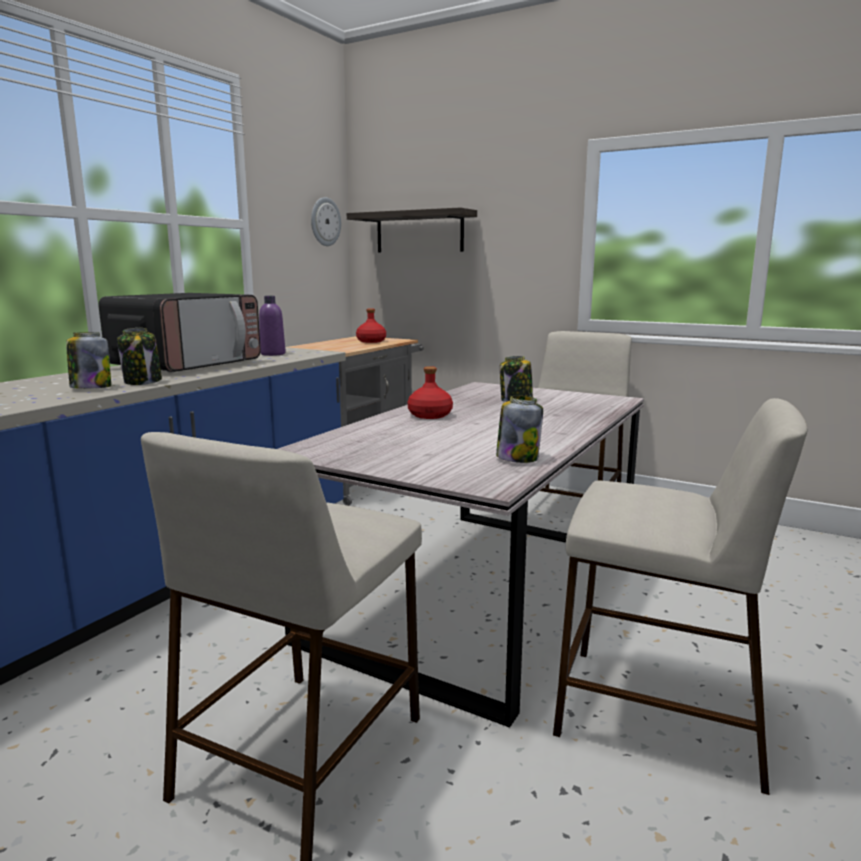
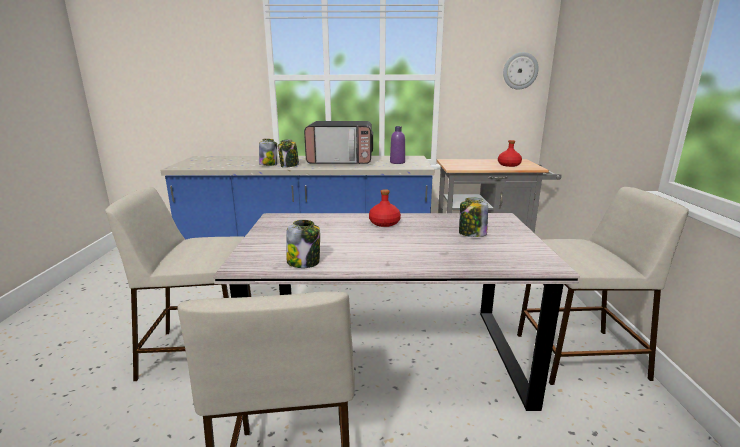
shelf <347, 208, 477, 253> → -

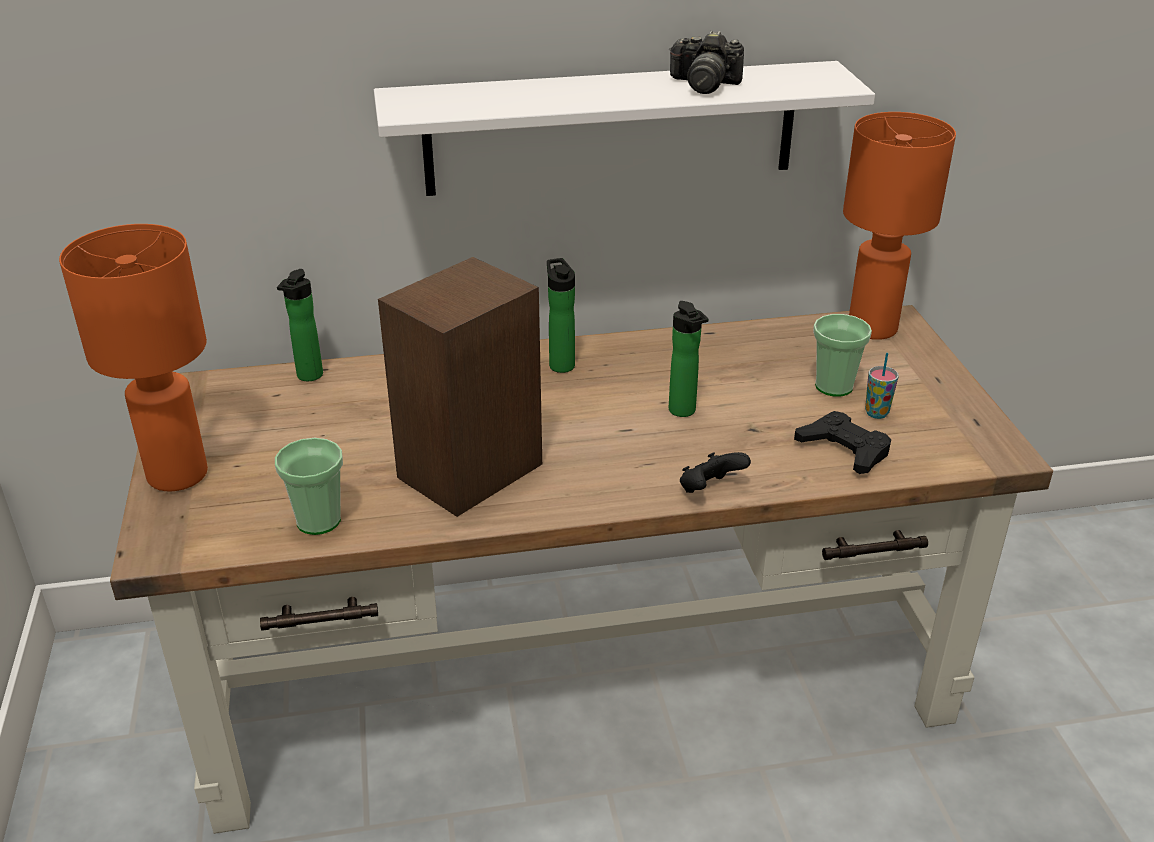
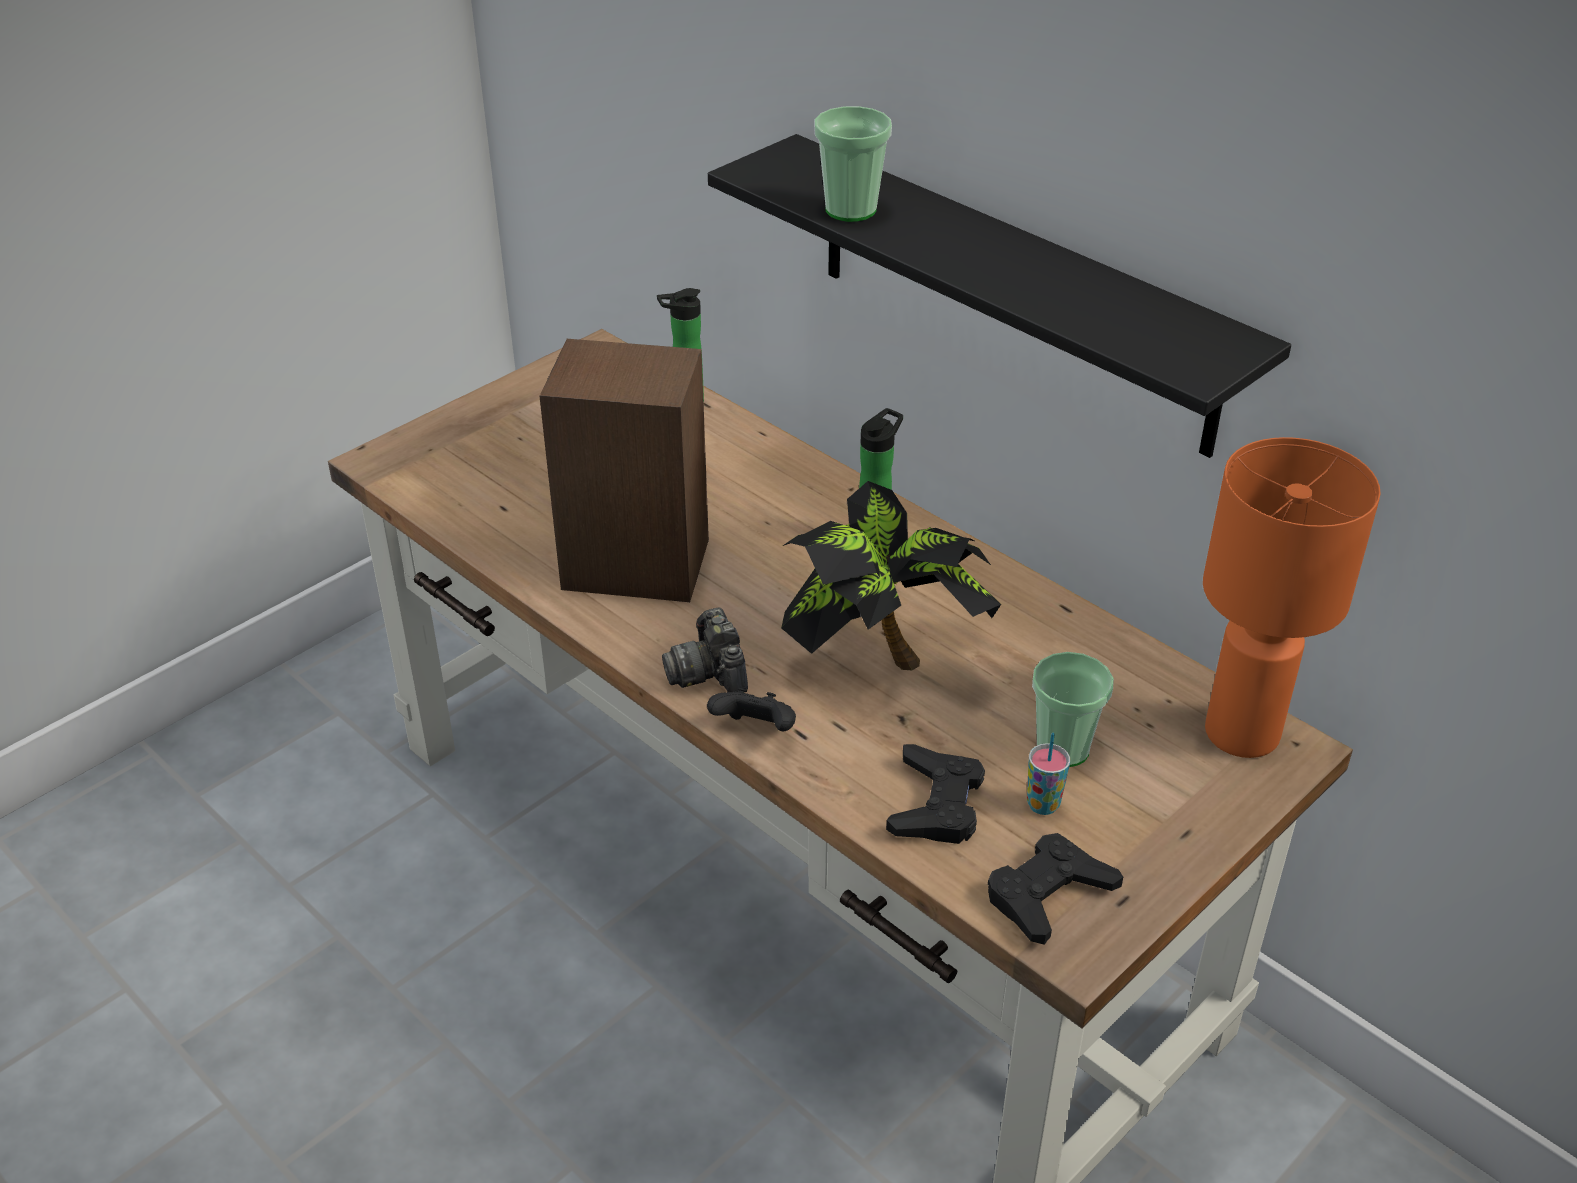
photo camera <669, 31, 744, 94> → photo camera <662, 607, 748, 692>, shifted
white shelf <374, 61, 875, 196> → black shelf <708, 134, 1291, 458>
bottle <669, 301, 708, 417> → potted plant <781, 481, 1001, 670>
cup <275, 438, 343, 535> → cup <814, 106, 892, 222>, shifted
- → black game controller <988, 833, 1123, 945>
orange table lamp <59, 224, 208, 491> → -

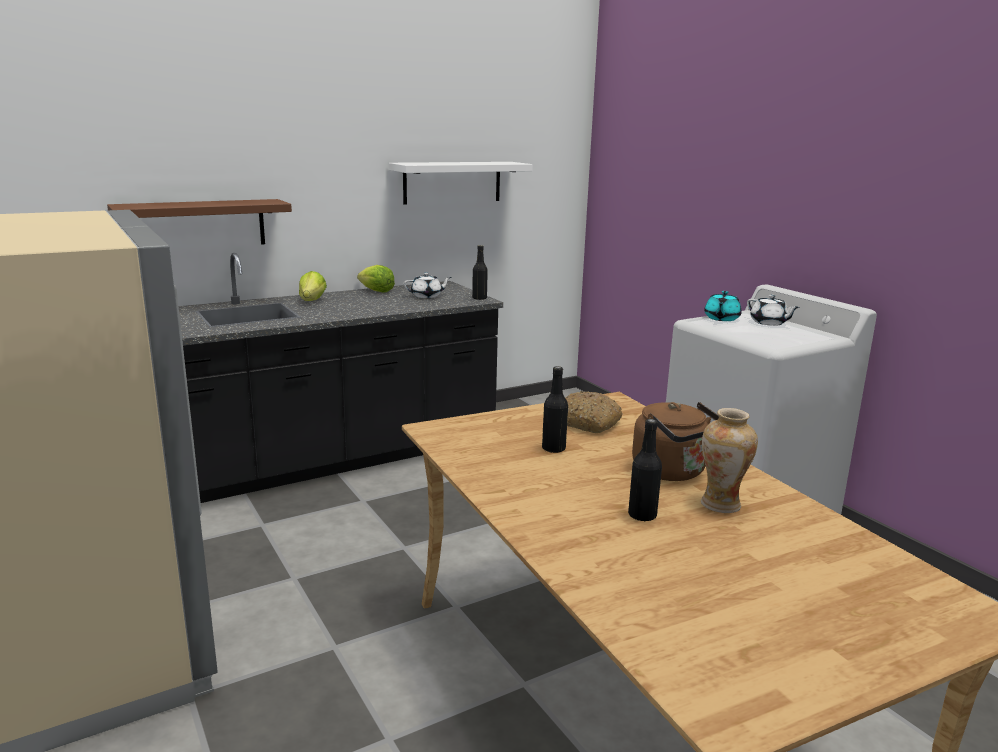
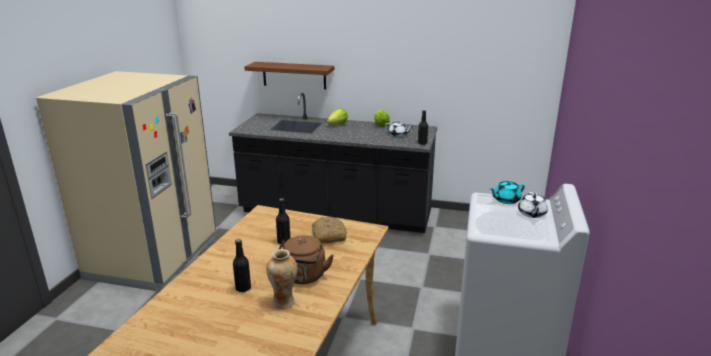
white shelf <389, 162, 533, 204> → -

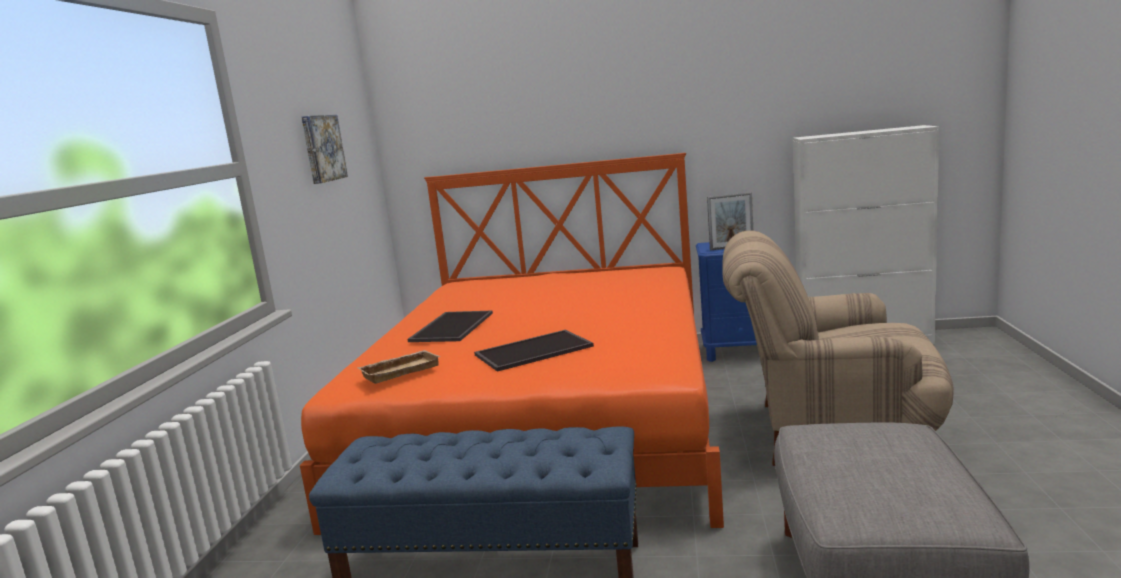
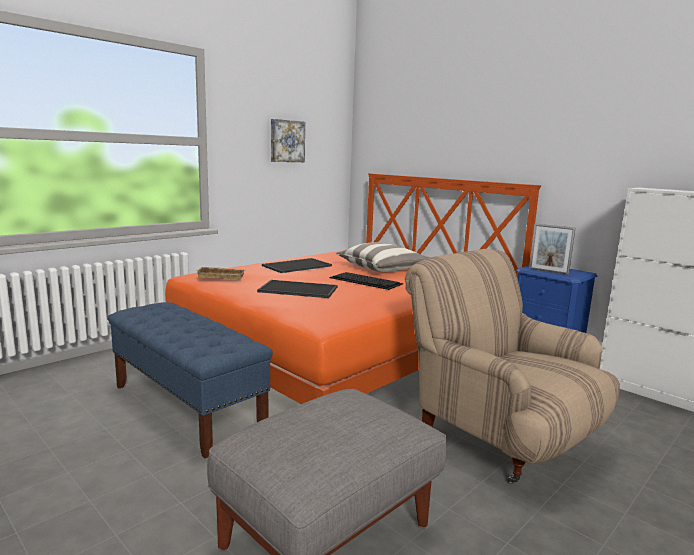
- → keyboard <329, 272, 403, 290>
- → pillow <336, 242, 428, 272>

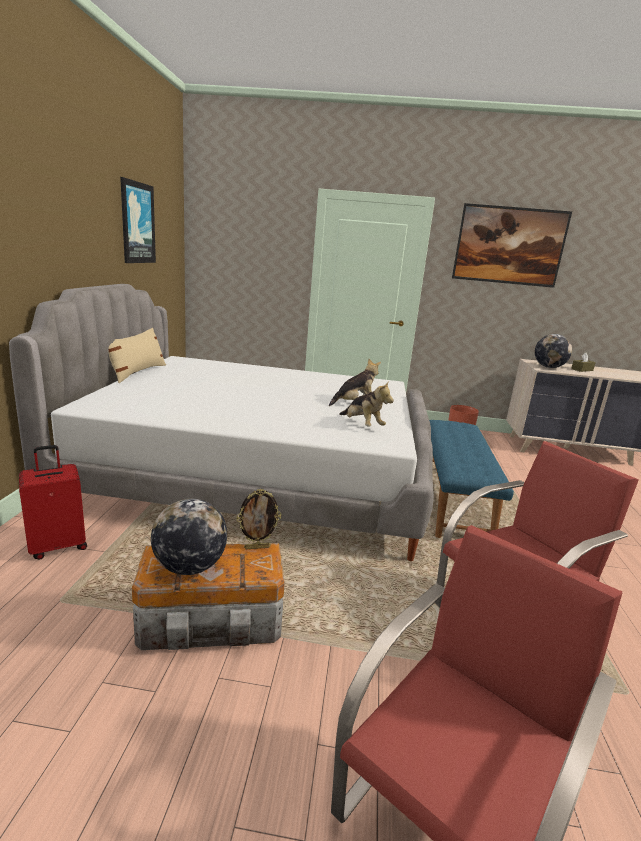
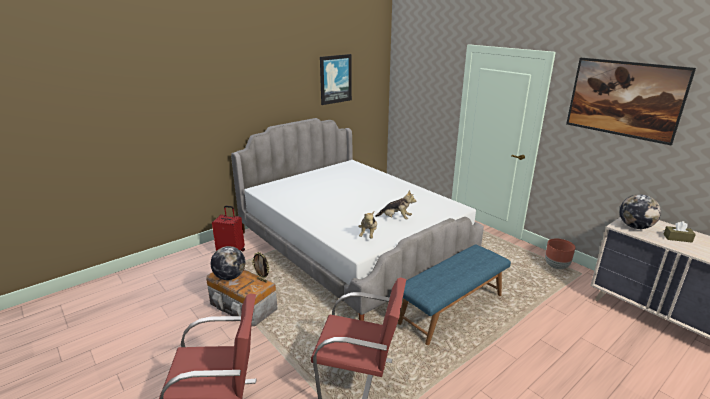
beige pillow <108, 328, 166, 383> → -

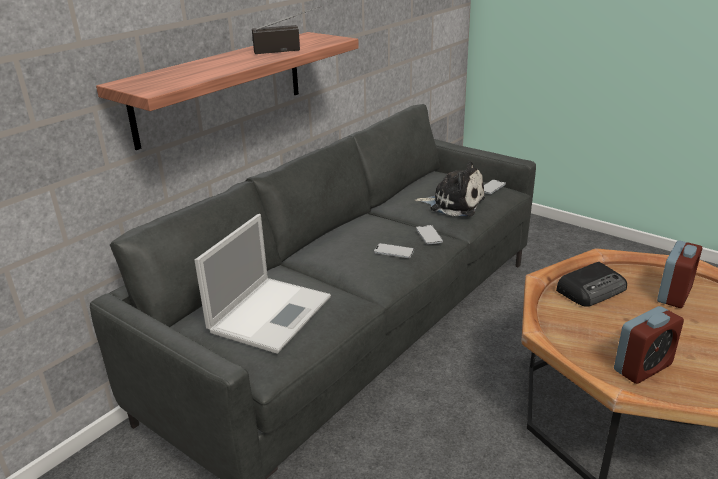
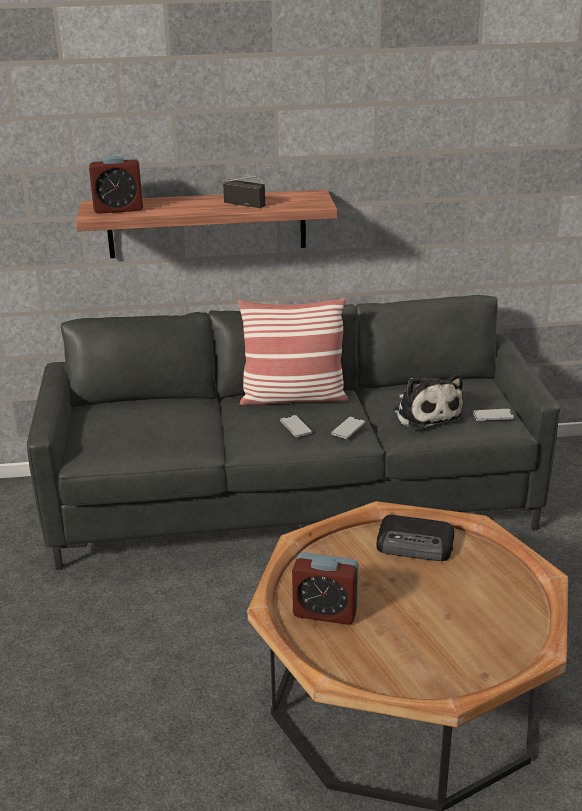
alarm clock <657, 240, 702, 308> → alarm clock <89, 156, 143, 214>, shifted
- → pillow <238, 298, 348, 405>
laptop <194, 214, 331, 354> → -

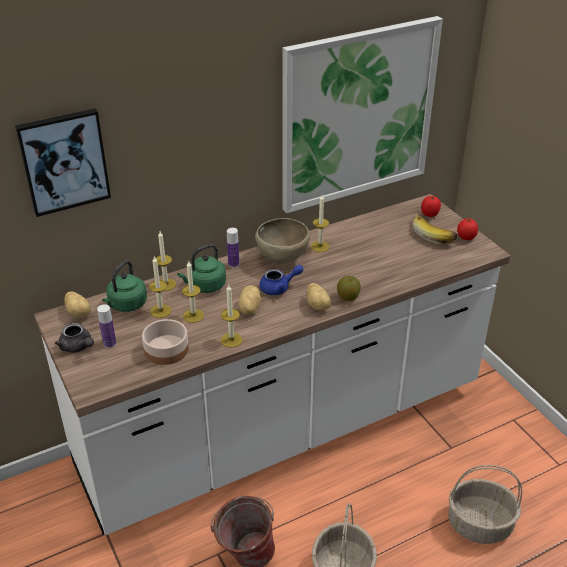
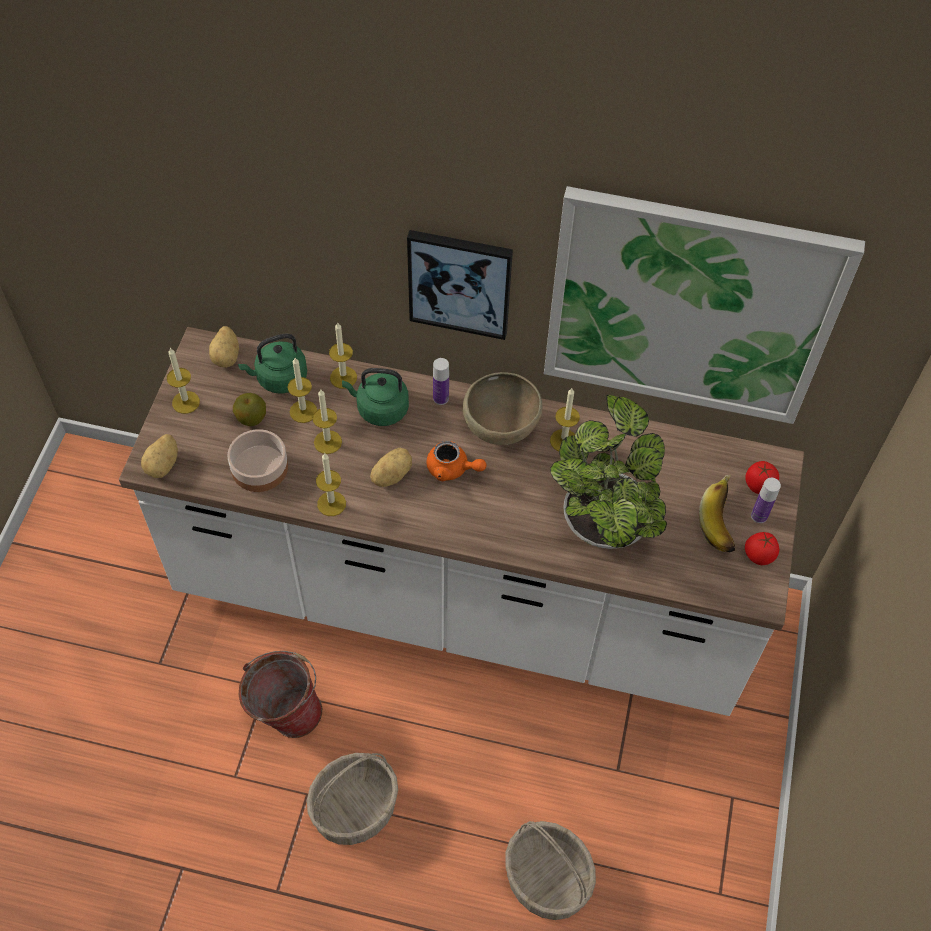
potato <306, 283, 331, 310> → potato <141, 434, 178, 478>, shifted
grey teapot <55, 323, 94, 353> → candle <167, 348, 200, 414>
apple <337, 276, 361, 301> → apple <233, 393, 266, 426>, shifted
picture <15, 109, 111, 217> → picture <407, 230, 513, 340>, shifted
blue teapot <259, 265, 304, 295> → orange teapot <427, 441, 486, 481>
- → potted plant <550, 395, 667, 549>
bottle <97, 304, 116, 348> → bottle <751, 478, 781, 523>, shifted

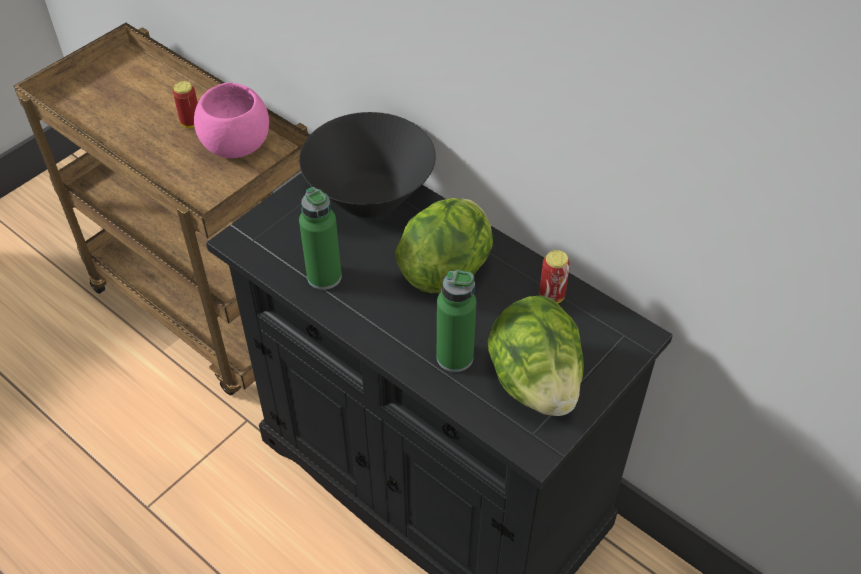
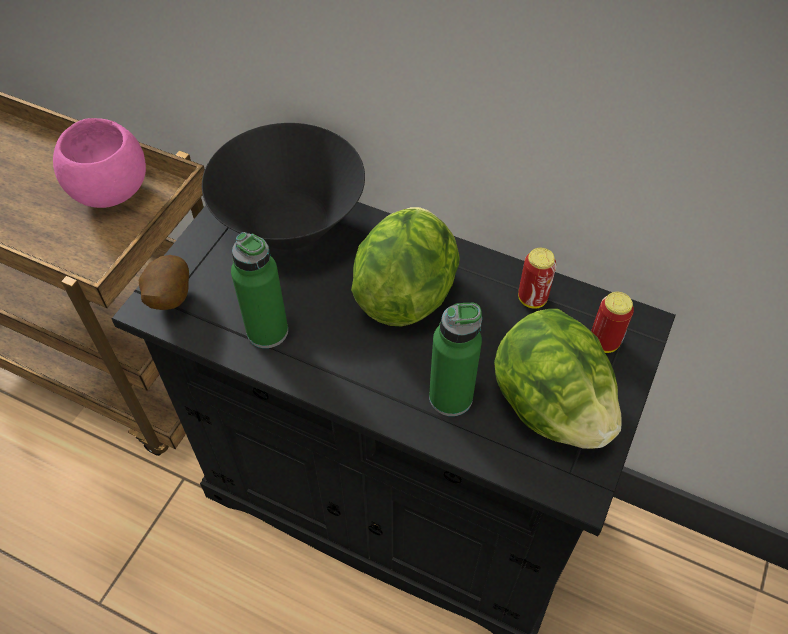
- → potato <139, 255, 189, 310>
can <173, 81, 198, 128> → can <591, 292, 634, 353>, shifted

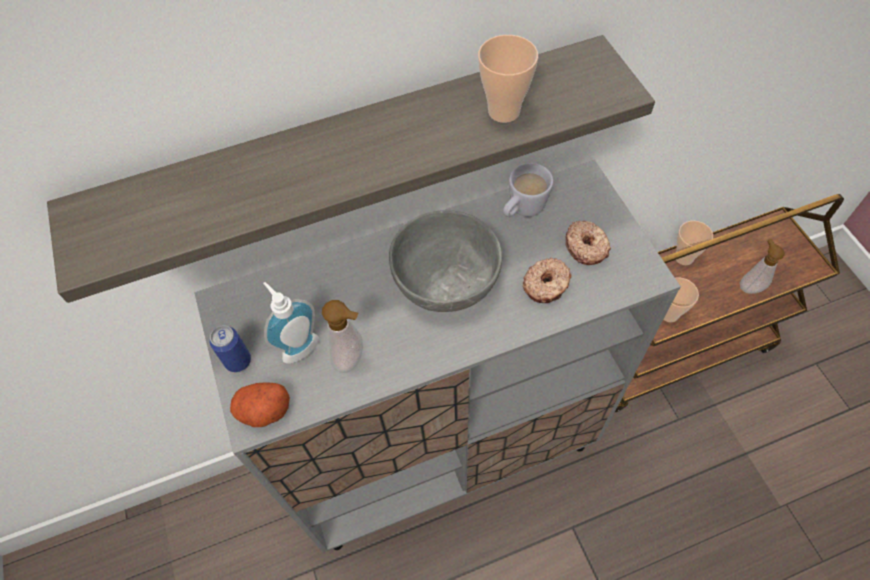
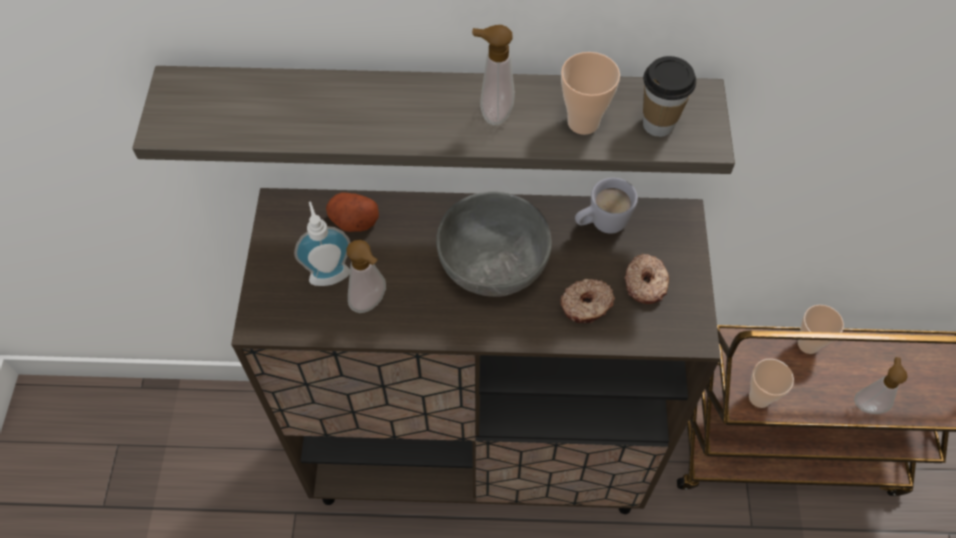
grey cabinet <194, 160, 681, 553> → brown cabinet <231, 188, 721, 514>
potato <230, 383, 290, 427> → potato <326, 192, 379, 232>, shifted
- → soap dispenser <472, 25, 515, 126>
- → cup <643, 56, 696, 137>
can <209, 325, 251, 372> → -

